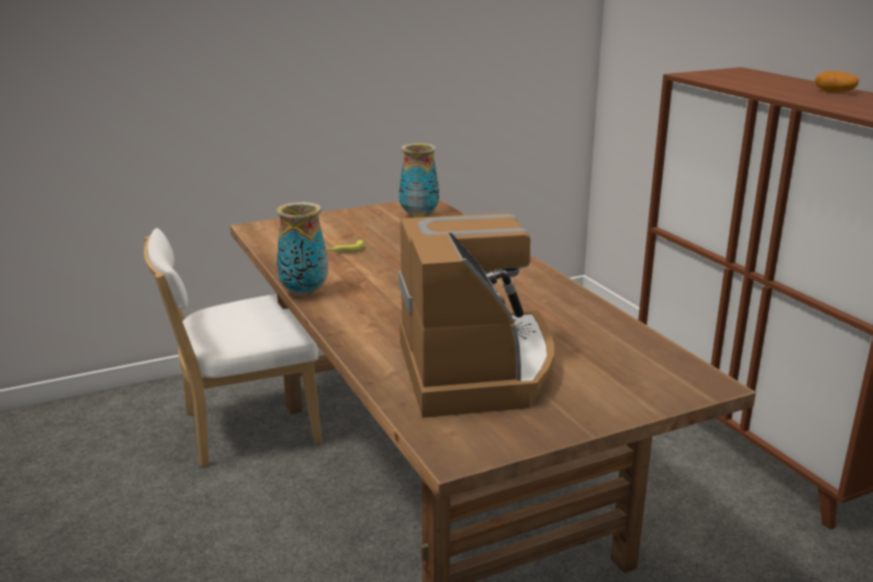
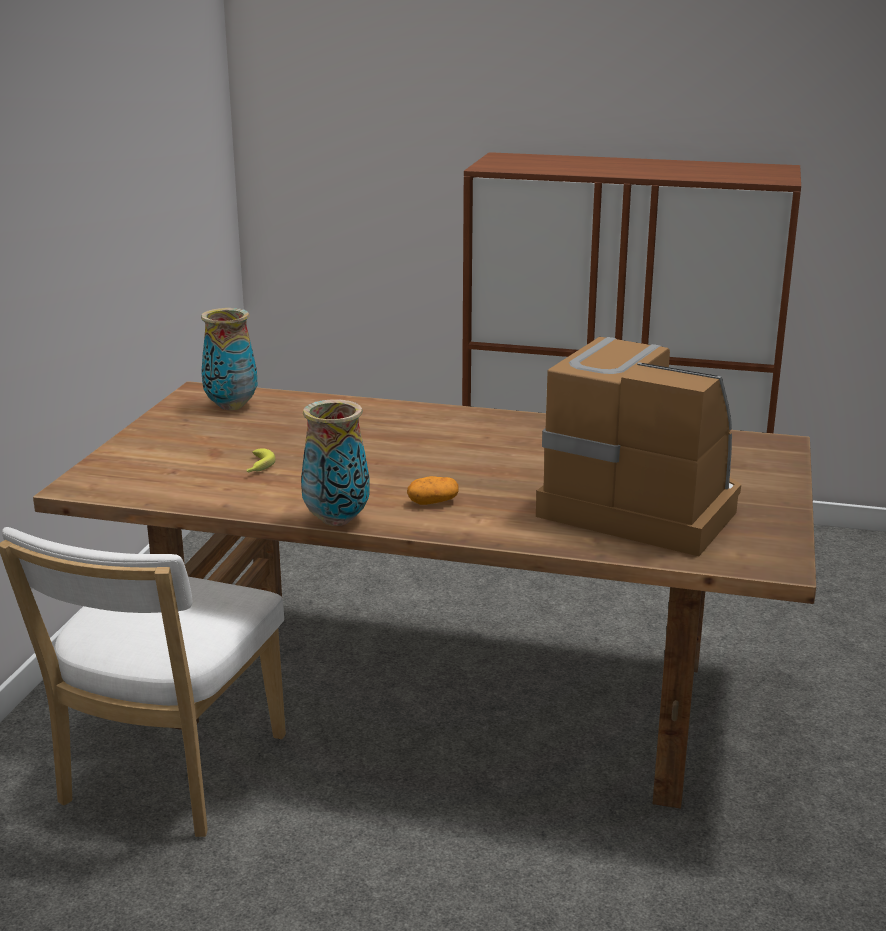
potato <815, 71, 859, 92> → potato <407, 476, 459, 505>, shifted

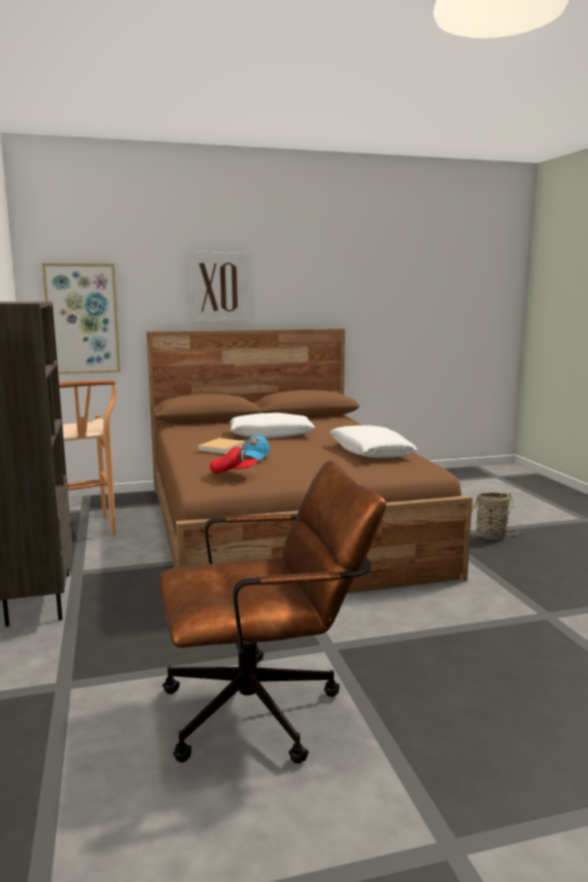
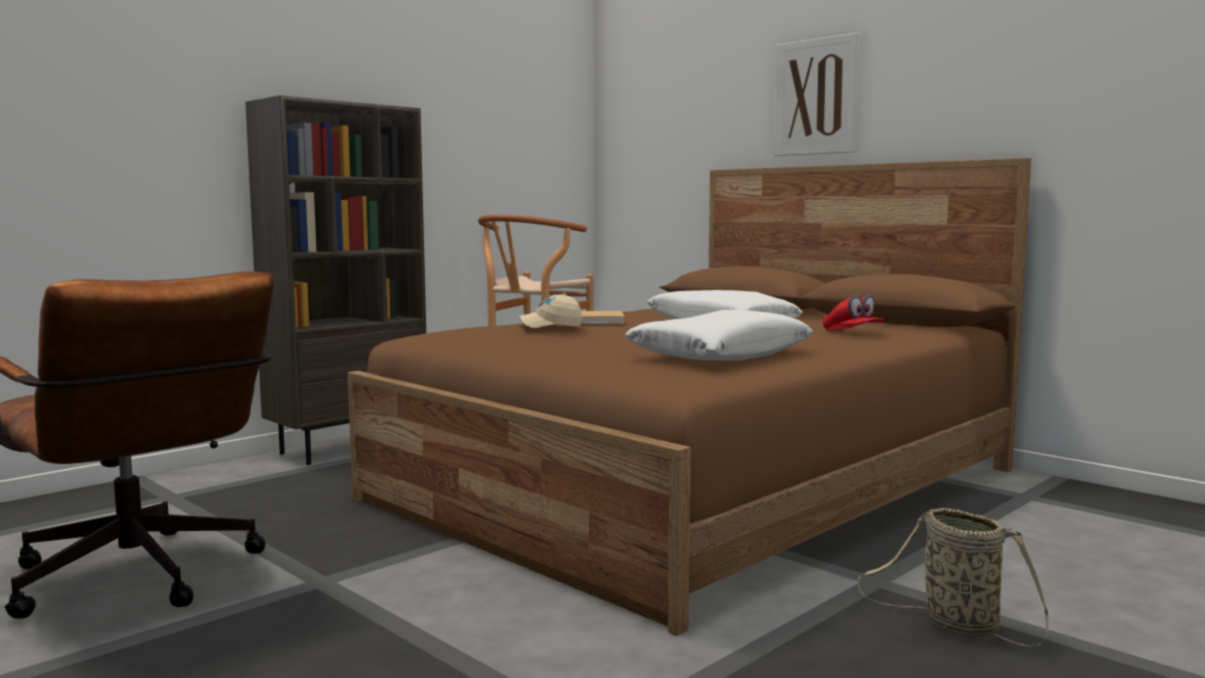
blue cap <245, 435, 270, 460> → beige cap <519, 294, 582, 328>
red cap <210, 444, 258, 474> → red cap <823, 295, 885, 330>, shifted
picture <42, 263, 120, 374> → -

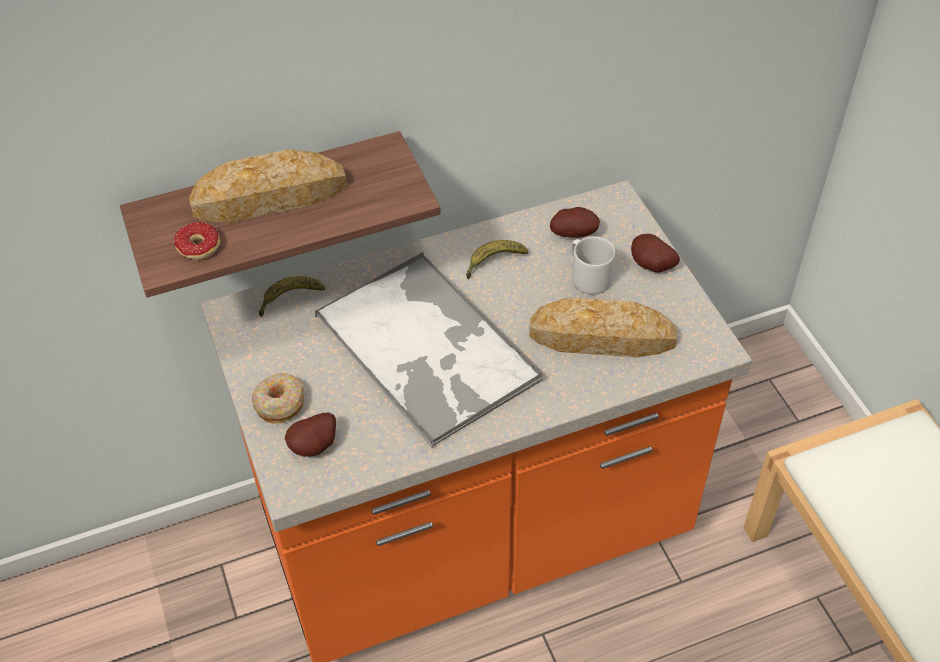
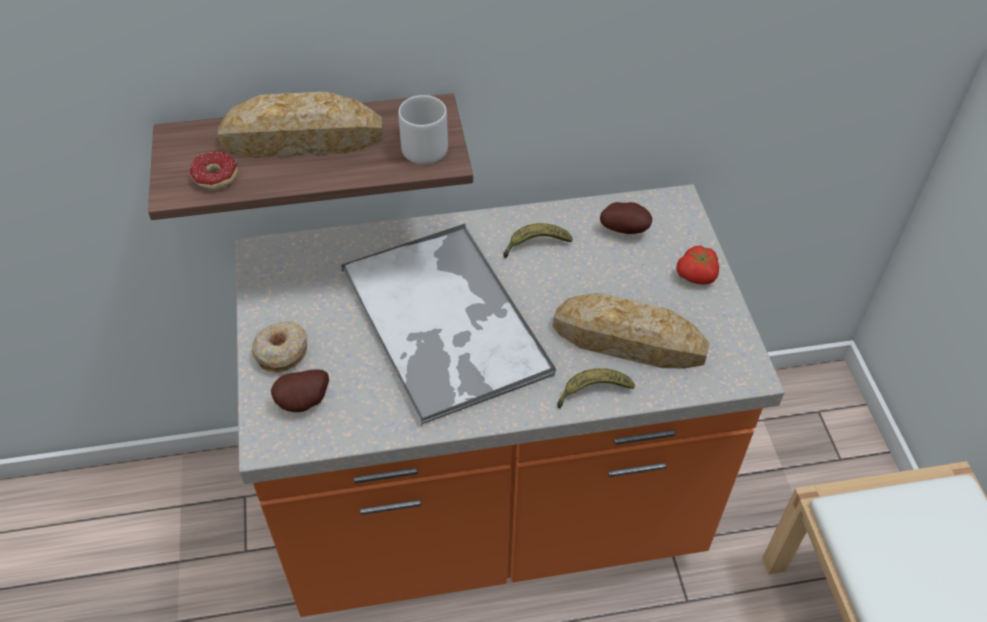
grey mug <570, 236, 615, 295> → grey mug <398, 95, 448, 164>, shifted
banana <259, 276, 325, 317> → banana <557, 368, 635, 408>, shifted
potato <631, 234, 680, 273> → tomato <677, 245, 719, 284>

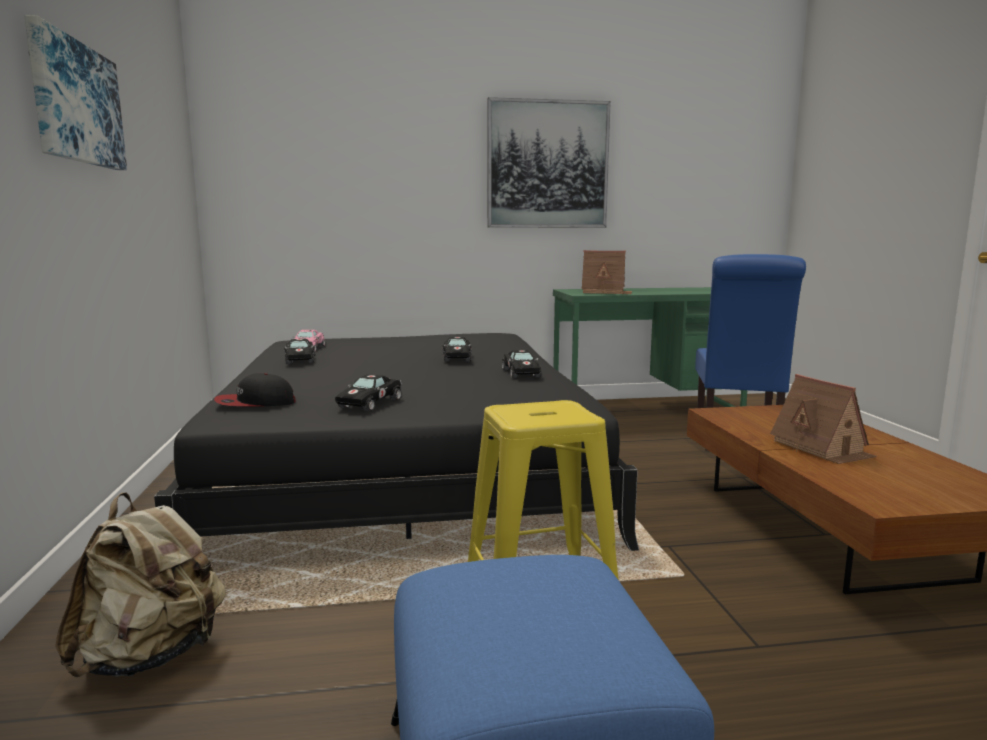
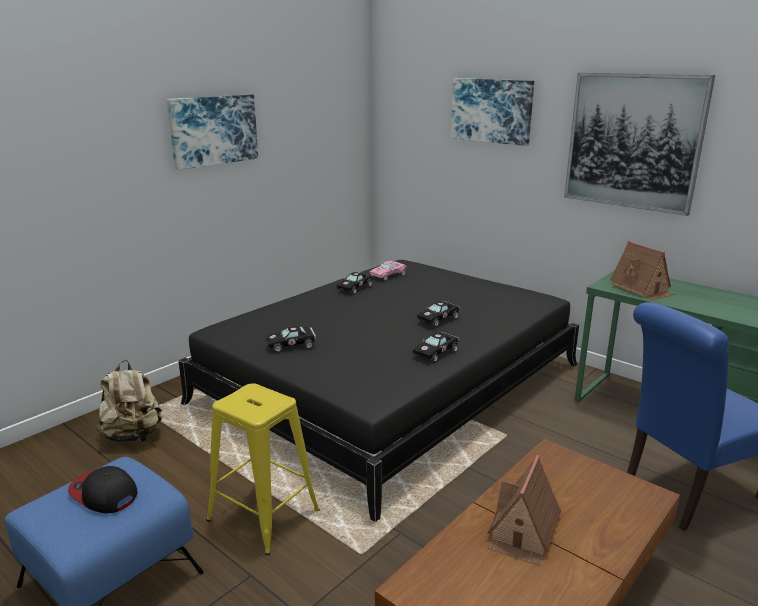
cap <214, 373, 296, 406> → cap <68, 466, 137, 513>, shifted
- → picture <451, 78, 534, 146>

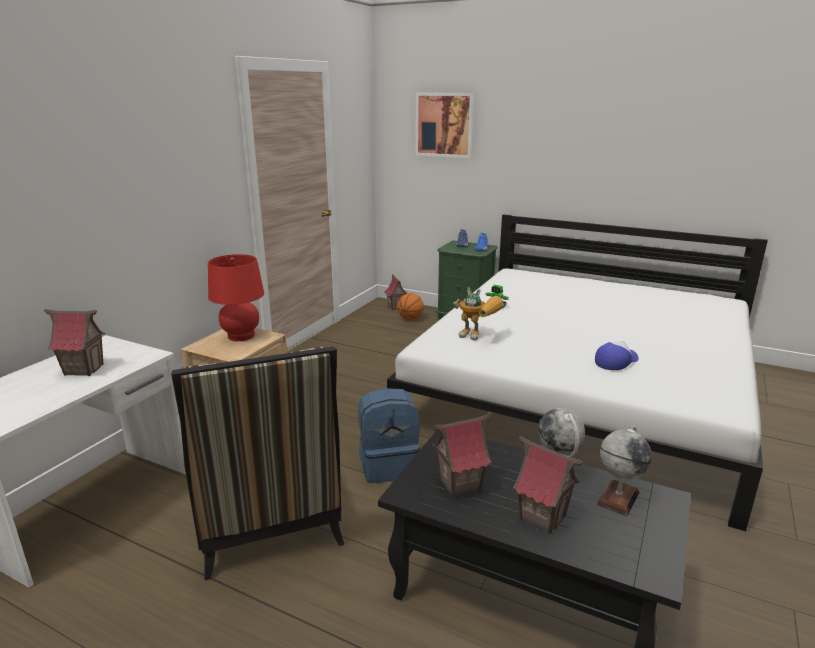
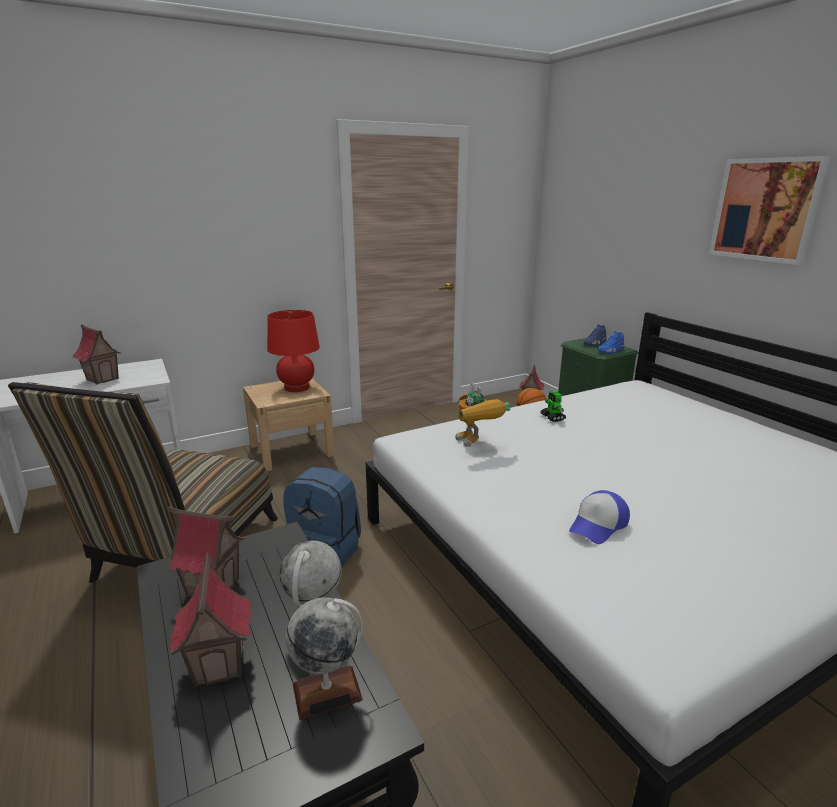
cap <595, 341, 639, 370> → cap <569, 490, 630, 544>, 135 degrees clockwise
picture <415, 93, 474, 158> → picture <709, 156, 831, 265>, shifted

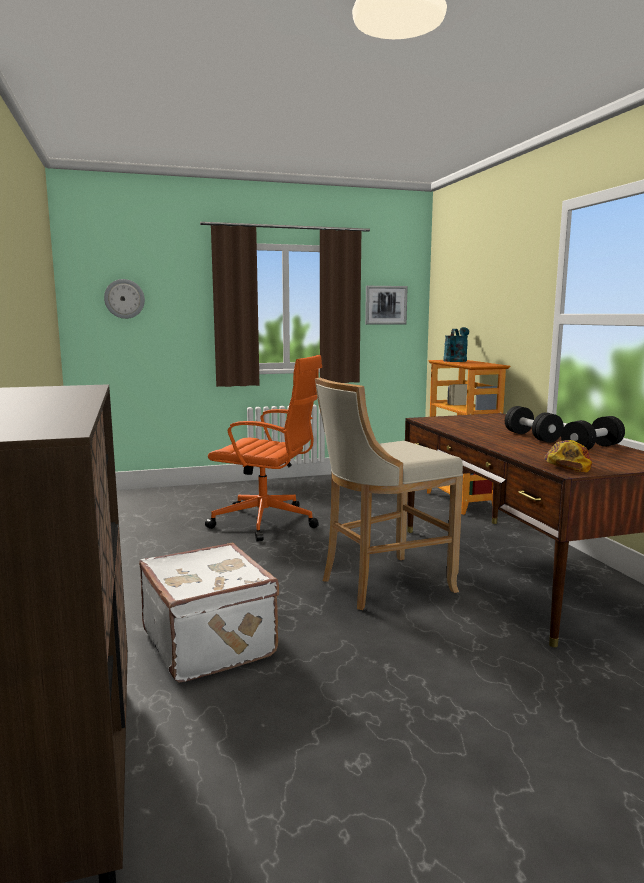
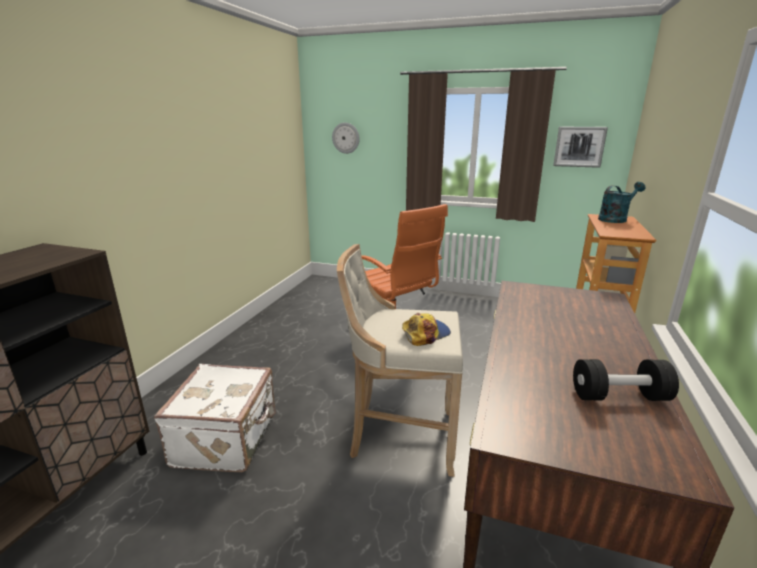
cap <544, 440, 592, 472> → cap <402, 313, 451, 346>, shifted
black dumbbell <505, 406, 564, 443> → -

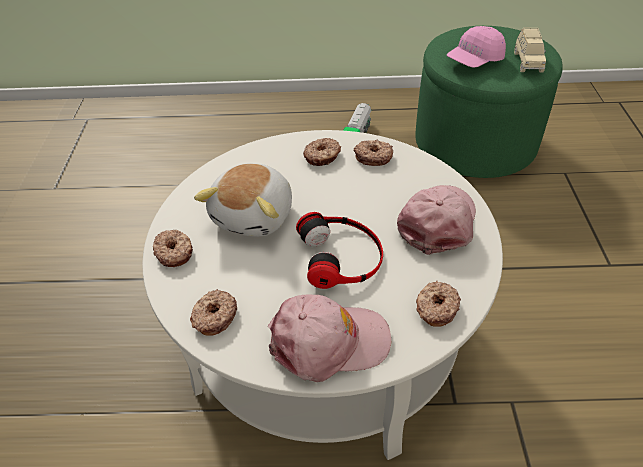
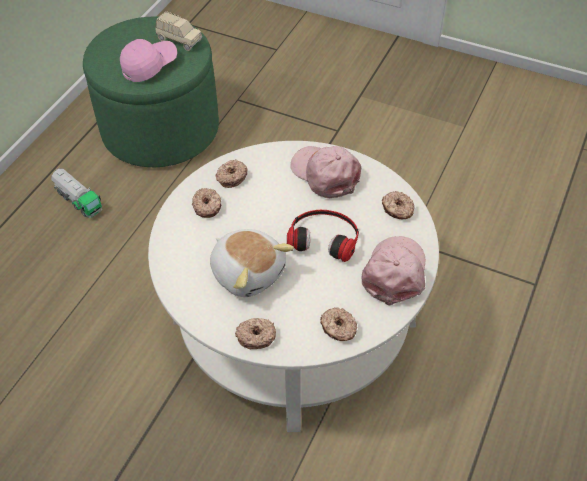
pink cap <447, 26, 506, 68> → pink cap <120, 39, 177, 82>, 120 degrees counterclockwise

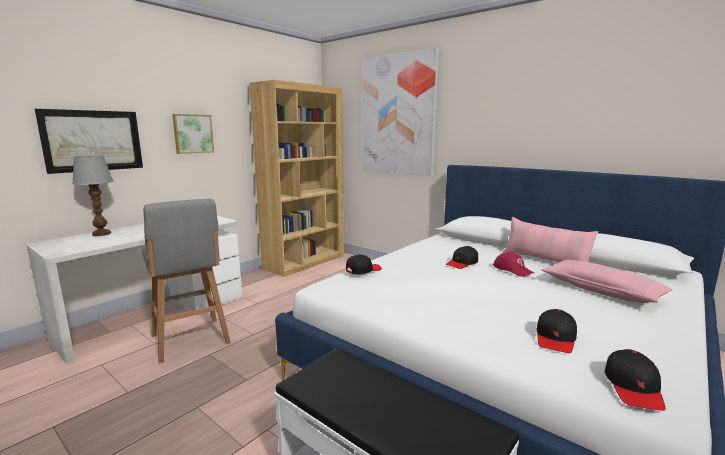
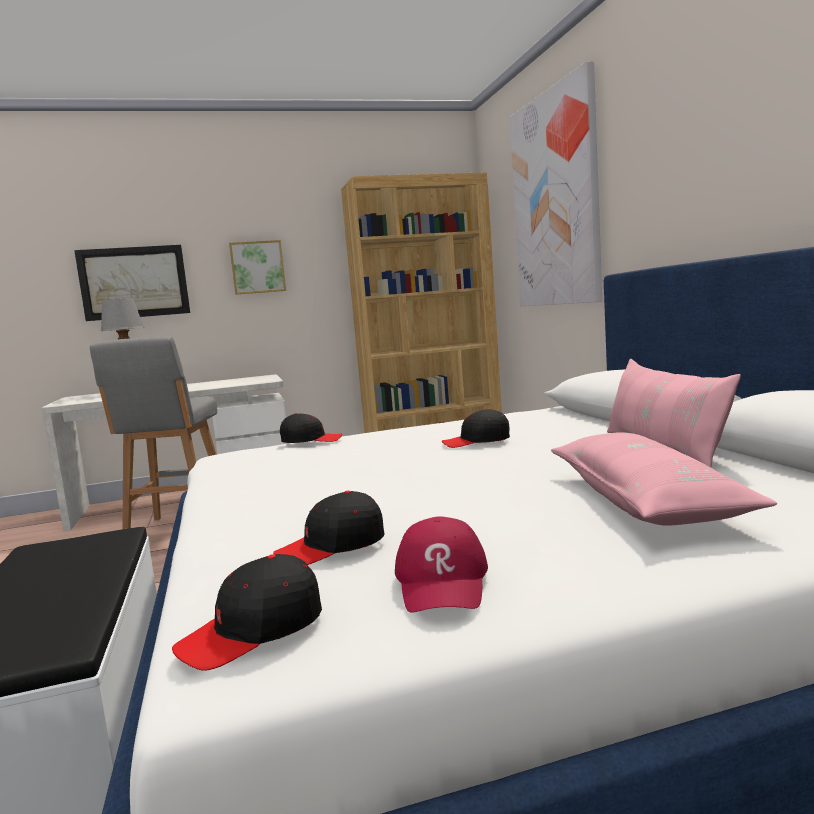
red cap <493, 252, 534, 277> → red cap <395, 516, 488, 613>, shifted

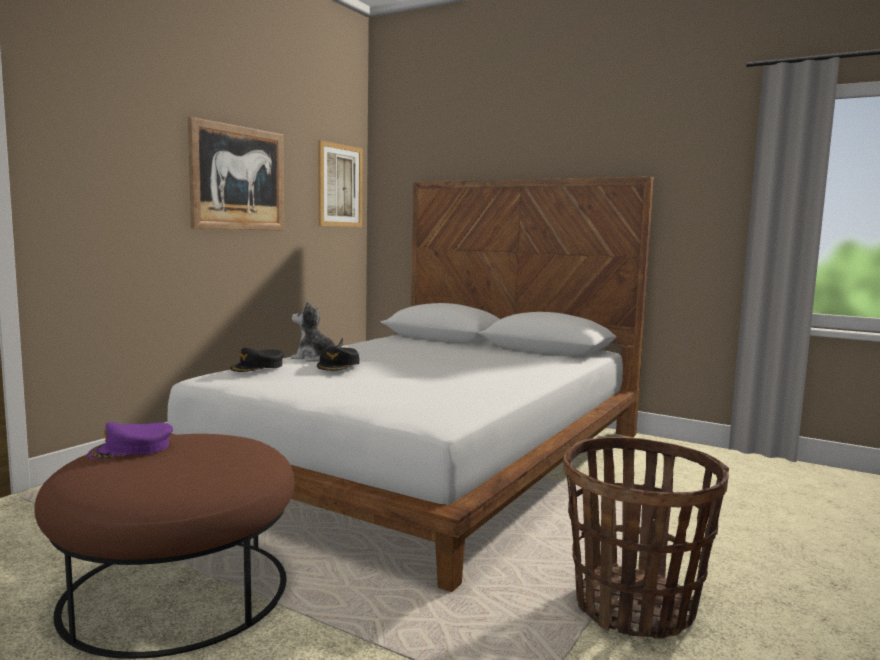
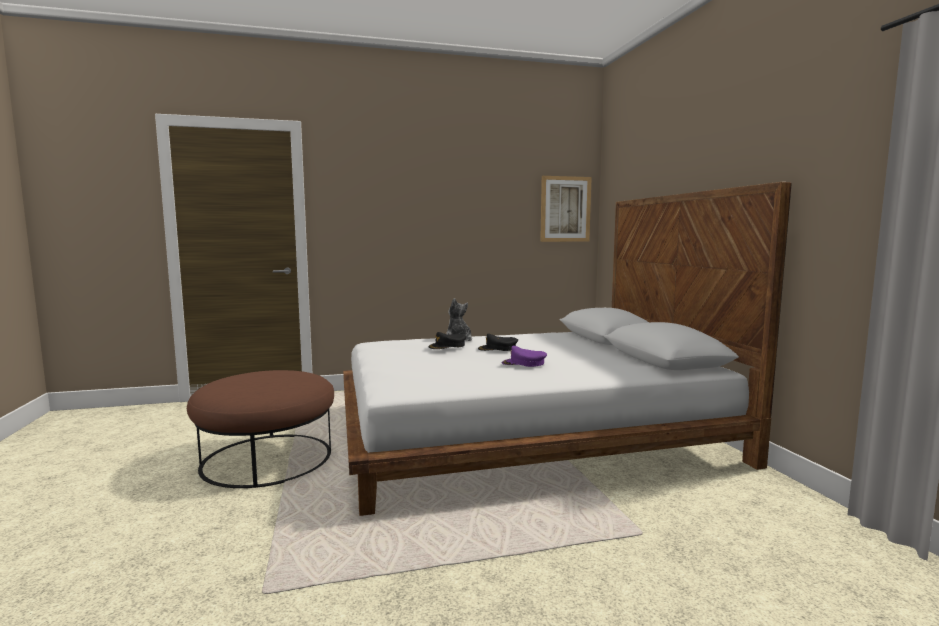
black cap <230, 347, 284, 372> → black cap <478, 333, 518, 351>, shifted
purple cap <87, 422, 173, 459> → purple cap <502, 346, 547, 367>, shifted
picture <188, 117, 284, 231> → -
basket <563, 437, 729, 638> → -

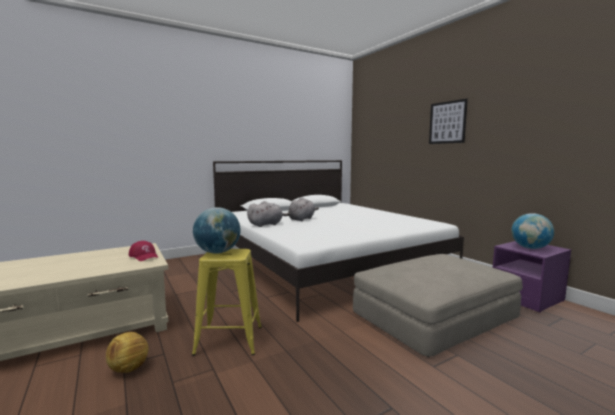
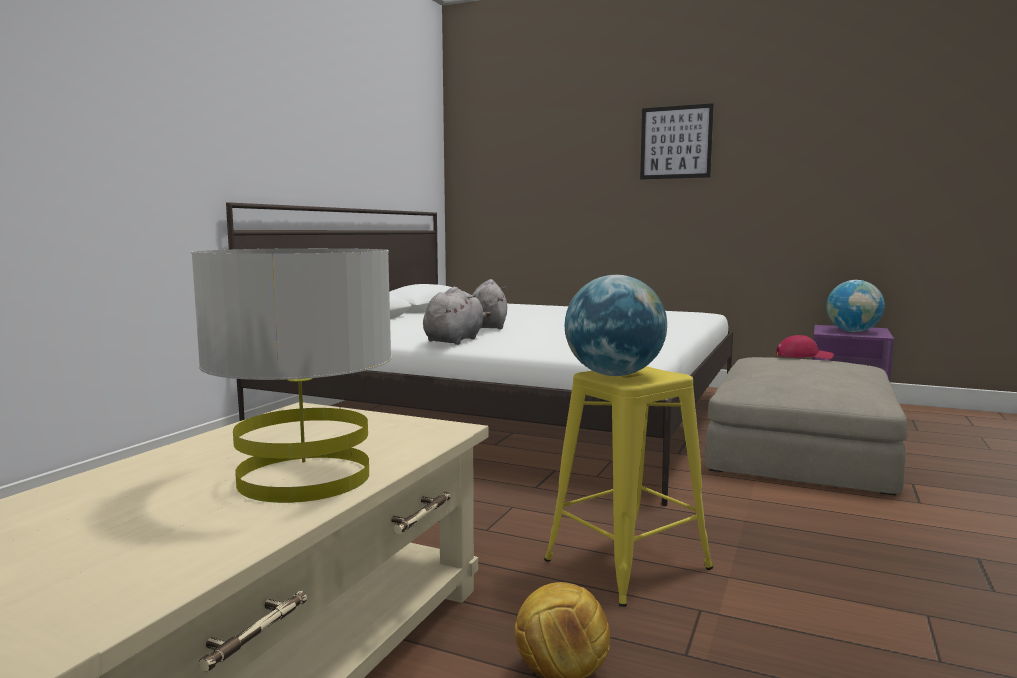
- → grey table lamp <191, 248, 392, 503>
red cap <129, 241, 158, 261> → red cap <776, 335, 834, 359>, shifted

